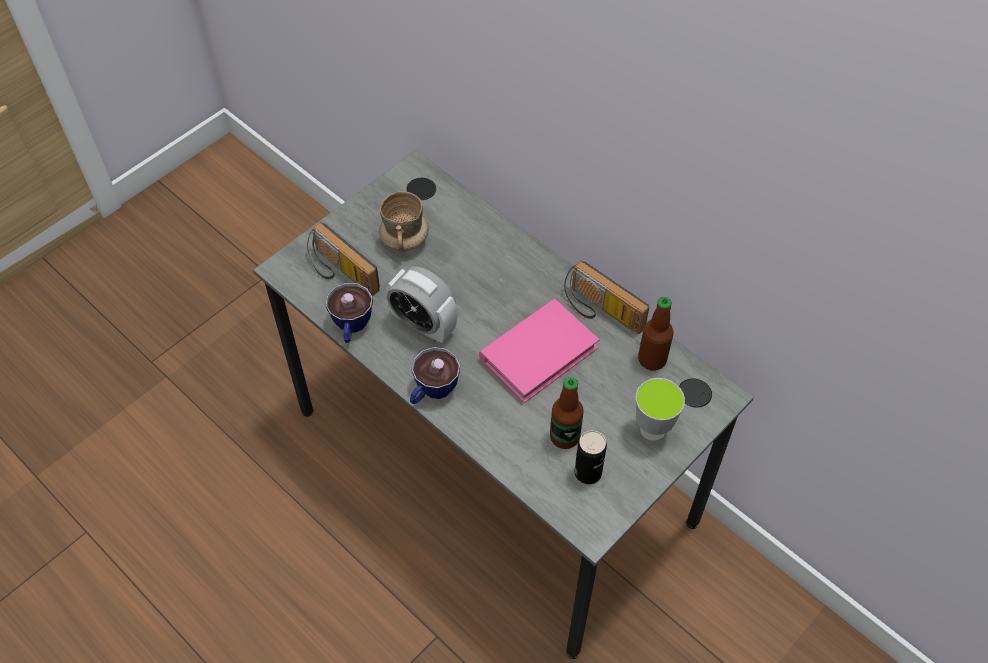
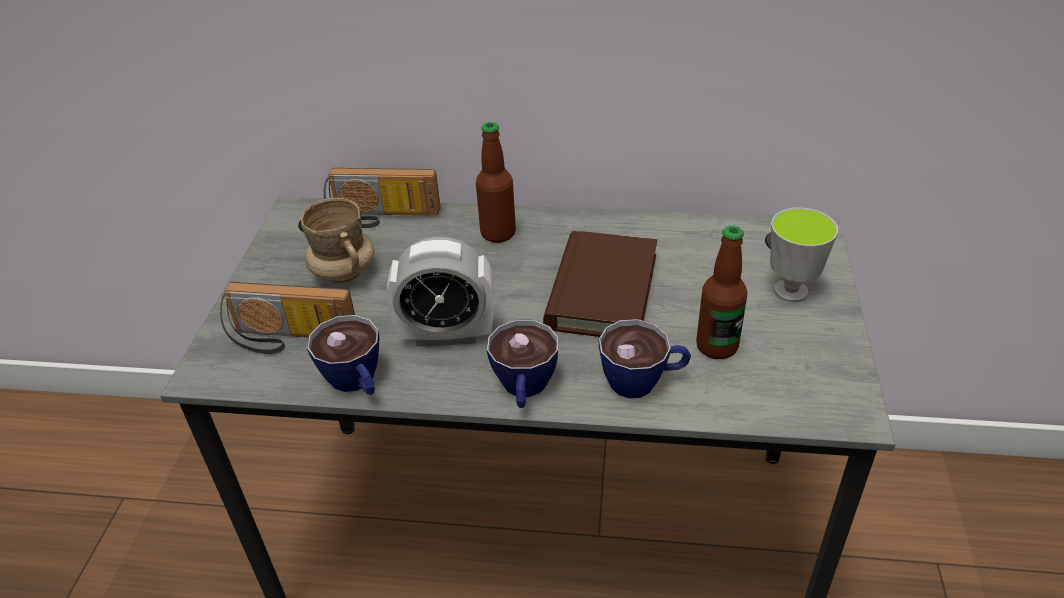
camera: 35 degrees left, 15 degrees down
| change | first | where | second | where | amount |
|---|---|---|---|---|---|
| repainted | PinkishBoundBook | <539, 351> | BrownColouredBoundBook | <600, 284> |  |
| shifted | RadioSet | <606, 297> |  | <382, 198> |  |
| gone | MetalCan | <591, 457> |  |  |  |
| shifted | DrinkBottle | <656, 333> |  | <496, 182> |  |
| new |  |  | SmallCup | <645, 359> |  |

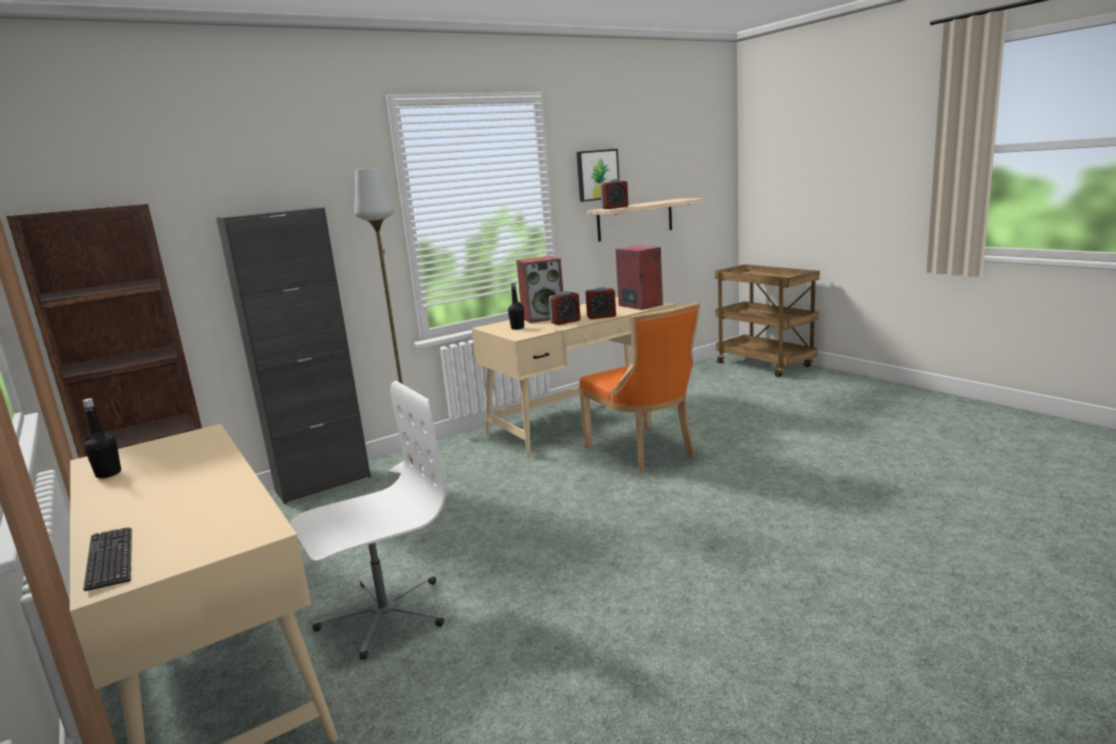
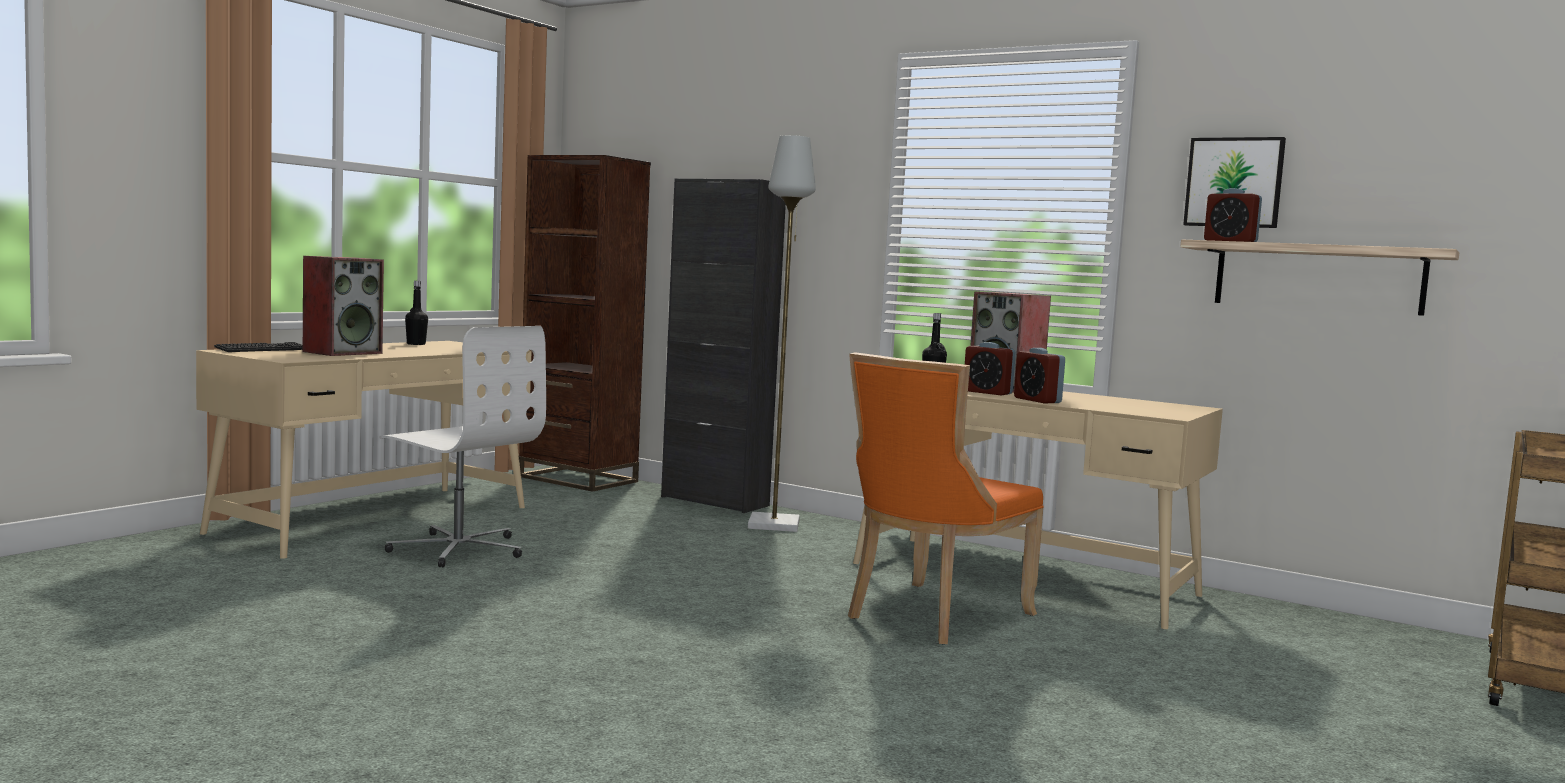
camera: 65 degrees right, 10 degrees down
| change | first | where | second | where | amount |
|---|---|---|---|---|---|
| shifted | AudioSpeaker | <639, 277> |  | <343, 306> |  |

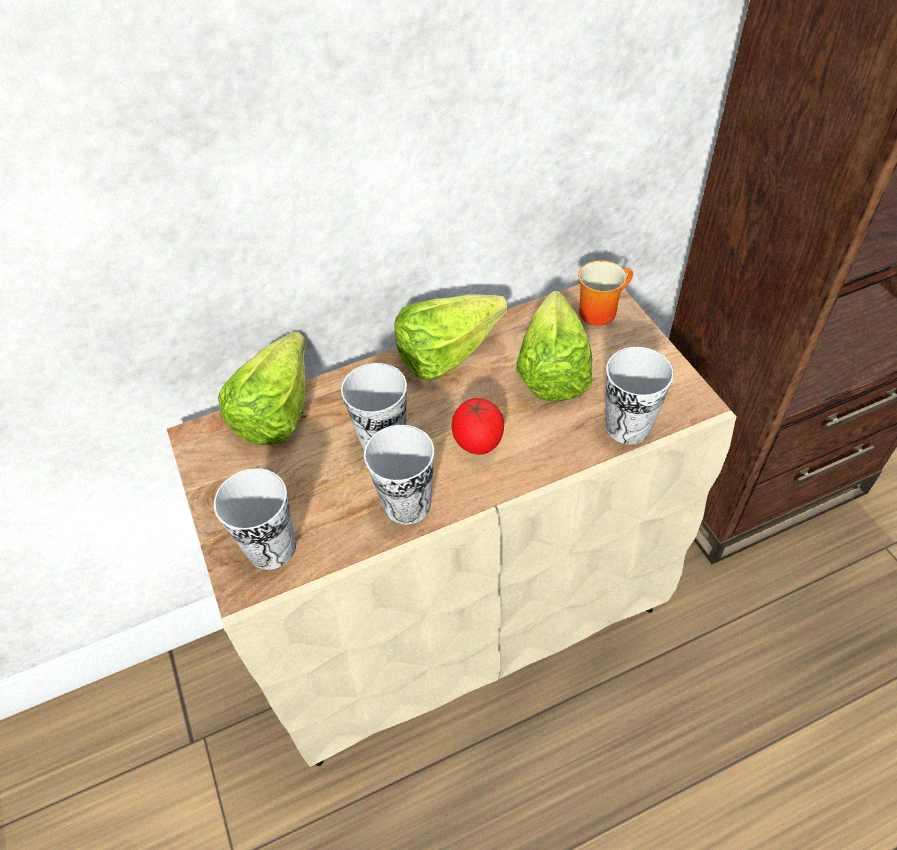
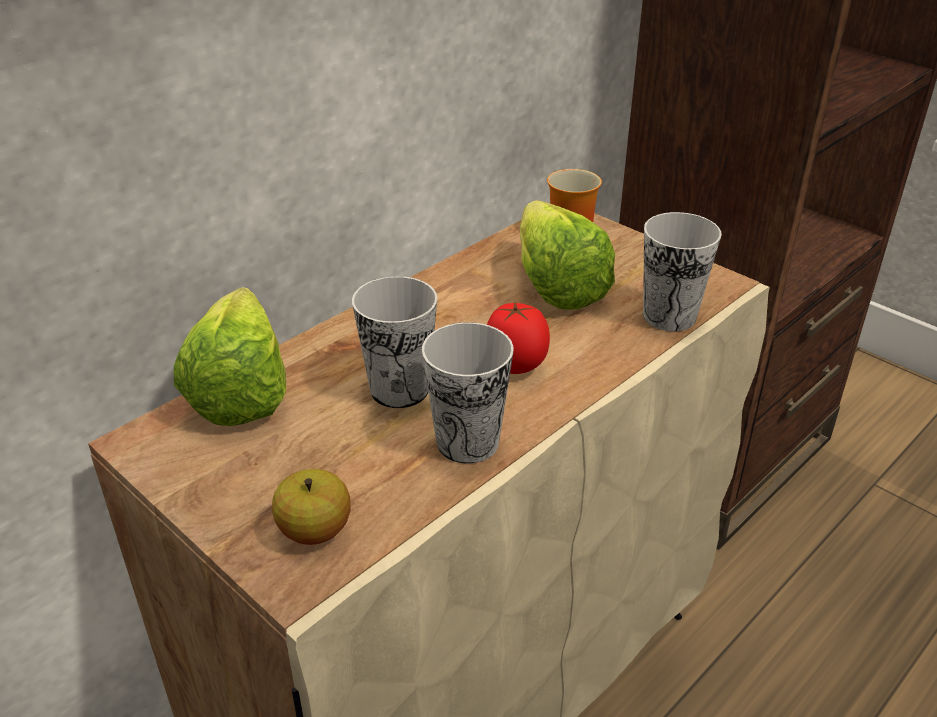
camera: 25 degrees left, 15 degrees down
| change | first | where | second | where | amount |
|---|---|---|---|---|---|
| swapped | SmallCup | <255, 519> | AppleFruit | <311, 507> |  |
| gone | HeadOfLettuce | <451, 337> |  |  |  |

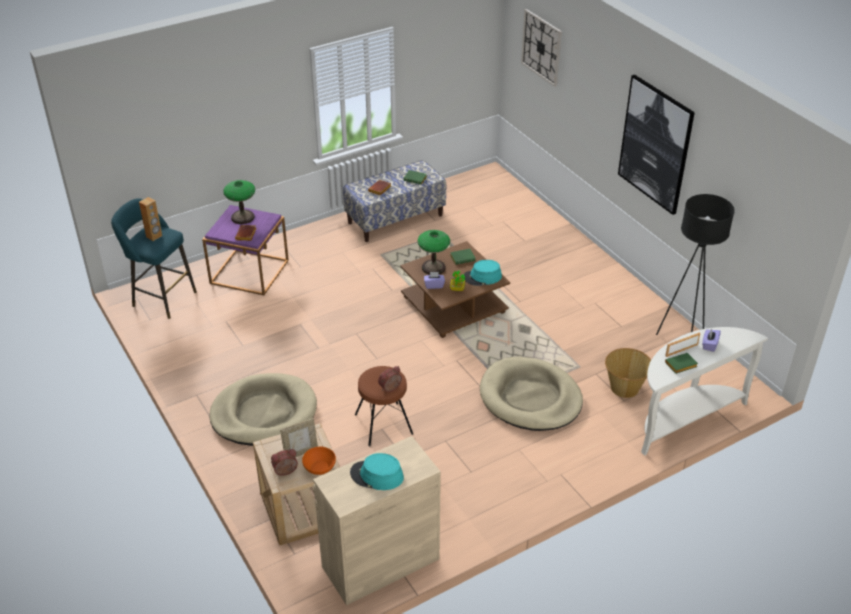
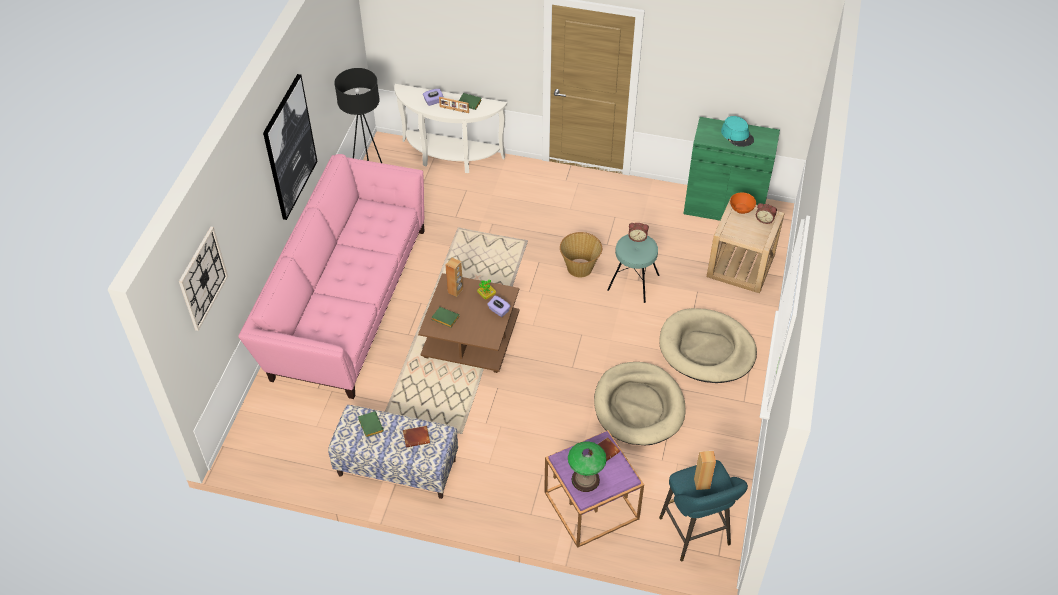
camera: 135 degrees left, 10 degrees up
| change | first | where | second | where | amount |
|---|---|---|---|---|---|
| gone | PhotoFrame | <299, 437> |  |  |  |
| repainted | BeigeColouredCupboard | <377, 520> | GreenishCupboard | <731, 169> |  |
| repainted | BrownColouredStool | <384, 406> | BlueGreenStool | <633, 268> |  |
| gone | TabletopLamp | <433, 252> |  |  |  |
| swapped | BlueGreenHat | <483, 273> | BrownColouredAudioSpeaker | <454, 277> |  |
| shifted | BeigeColouredDogCushion | <531, 394> |  | <640, 403> |  |
| shifted | StorageBasket | <628, 373> |  | <581, 254> |  |
| new |  |  | PinkishCouch | <331, 276> |  |

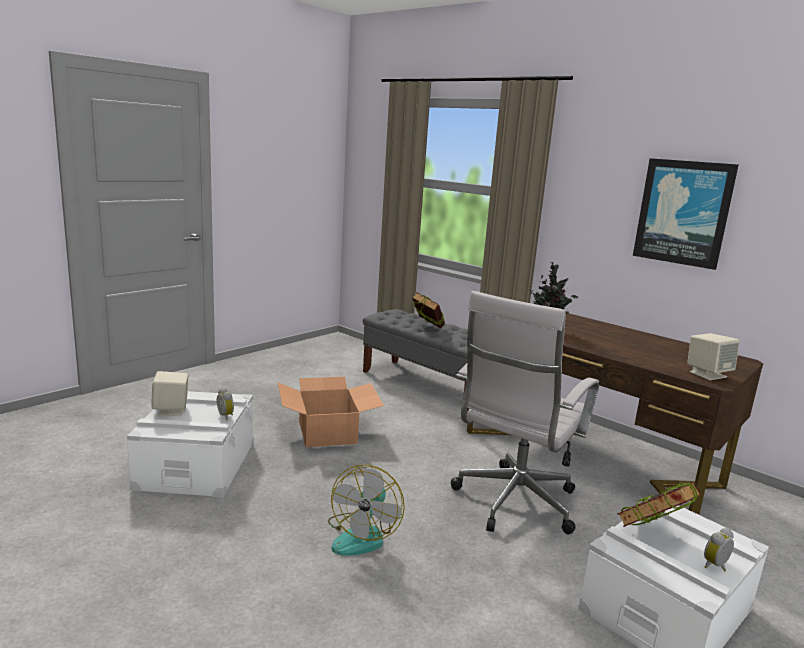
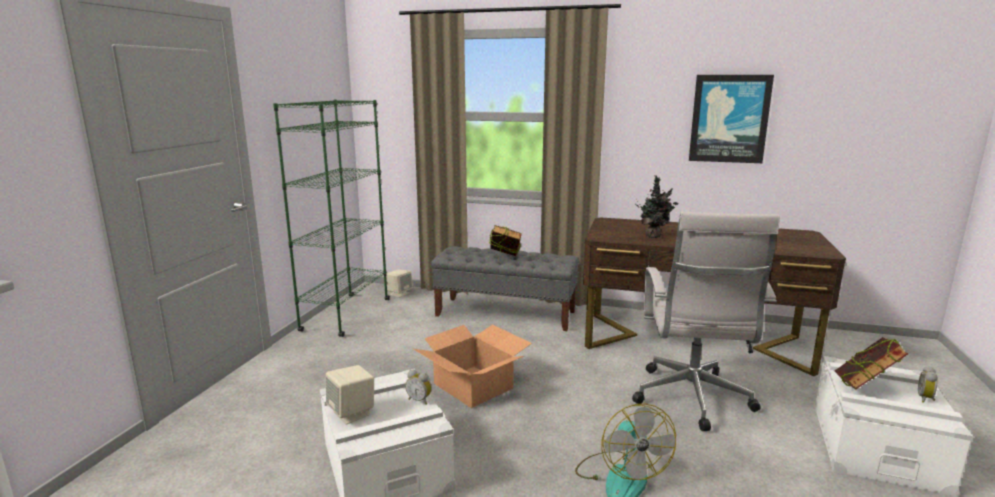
camera: 25 degrees left, 0 degrees up
| change | first | where | second | where | amount |
|---|---|---|---|---|---|
| shifted | BeigeColouredAudioSpeaker | <713, 356> |  | <399, 283> |  |
| new |  |  | GreenishShelvingUnit | <331, 218> |  |

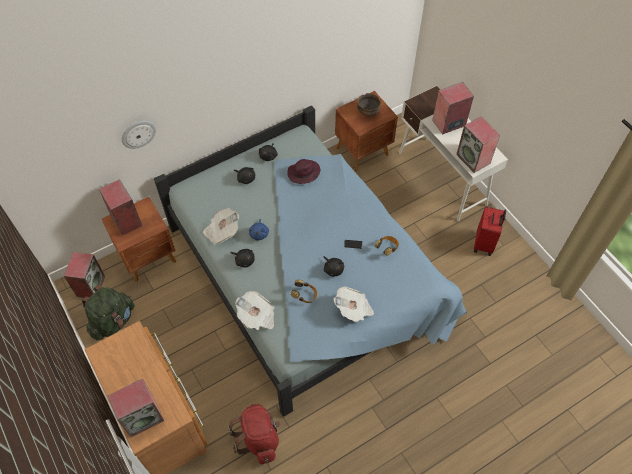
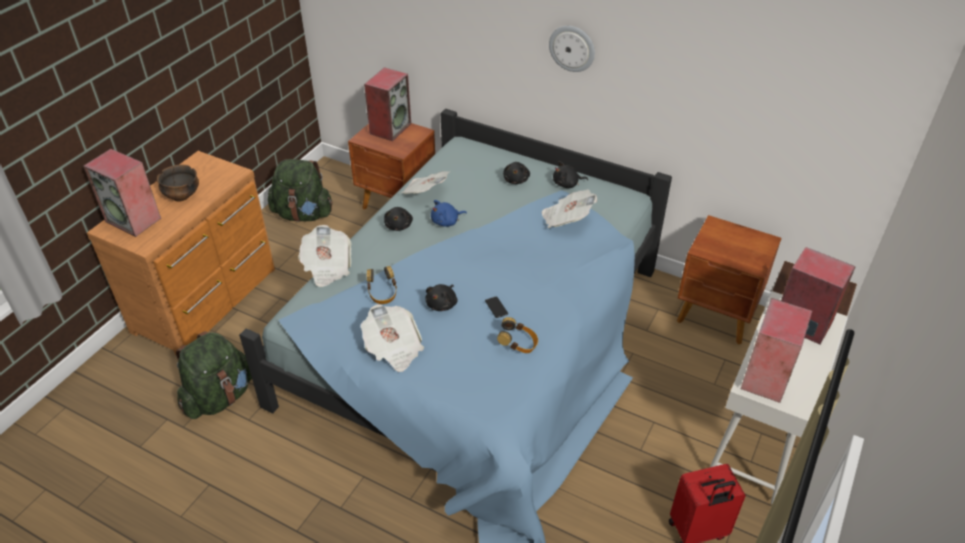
camera: 60 degrees right, 15 degrees down
| change | first | where | second | where | amount |
|---|---|---|---|---|---|
| gone | AudioSpeaker | <84, 275> |  |  |  |
| shifted | HangingClock | <139, 135> |  | <572, 49> |  |
| repainted | RedColouredRucksack | <254, 434> | GreenishRucksack | <214, 375> |  |
| swapped | PurplishHat | <303, 171> | PrintedPaper | <569, 208> |  |
| shifted | Bowl | <369, 105> |  | <178, 182> |  |

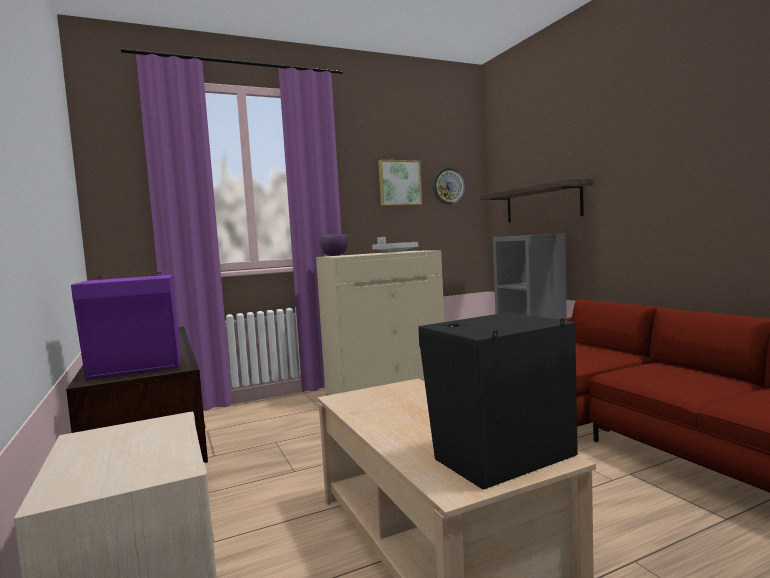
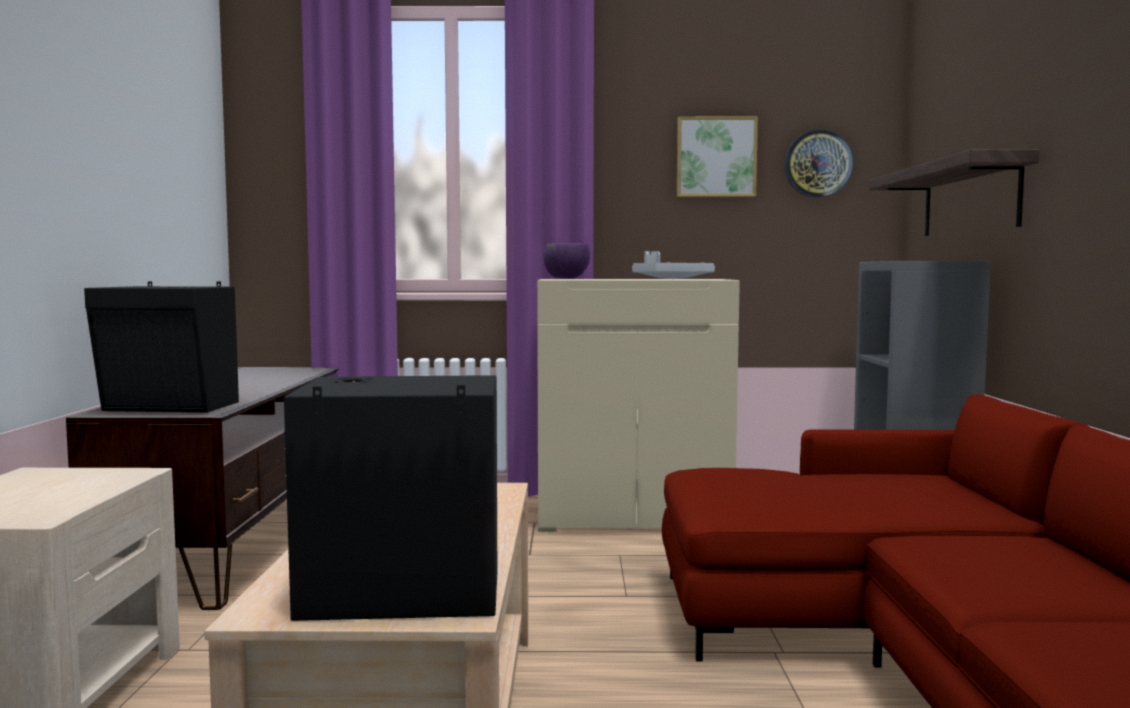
camera: 25 degrees right, 0 degrees up
| change | first | where | second | where | amount |
|---|---|---|---|---|---|
| repainted | PurplishAudioSpeaker | <126, 326> | BlackishAudioSpeaker | <161, 346> |  |

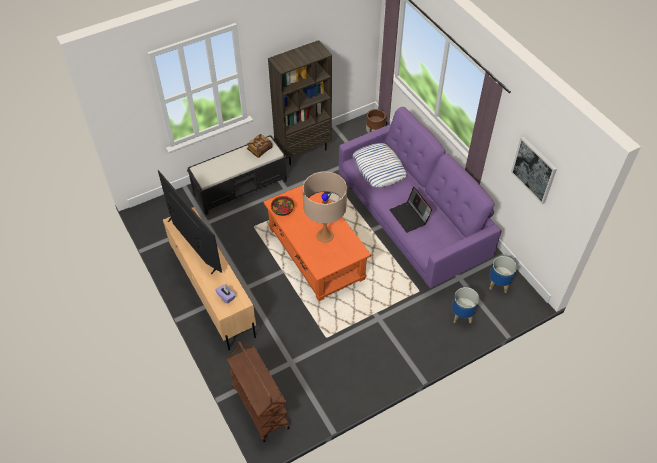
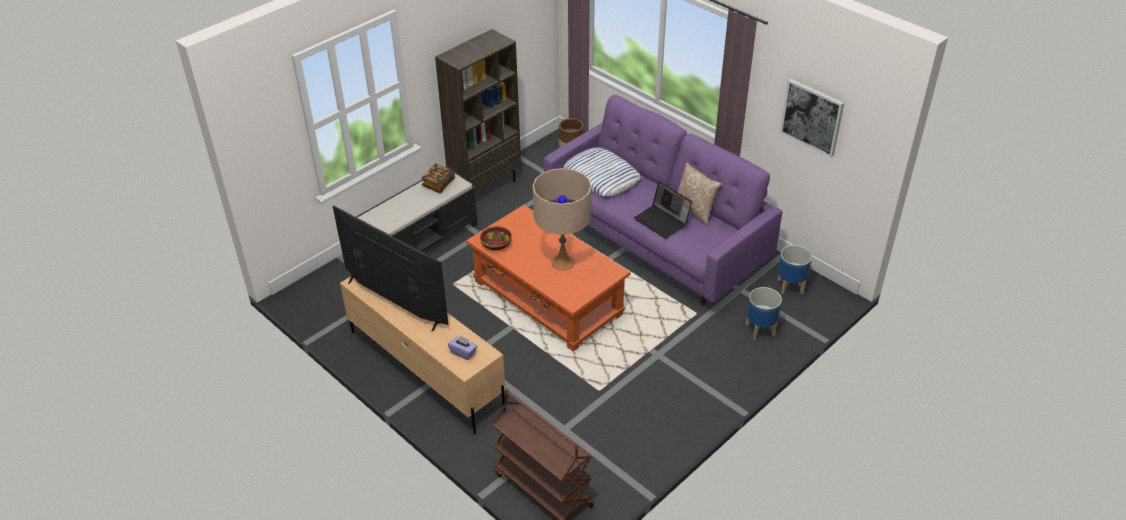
camera: 15 degrees left, 10 degrees down
| change | first | where | second | where | amount |
|---|---|---|---|---|---|
| new |  |  | ThrowPillow | <699, 194> |  |

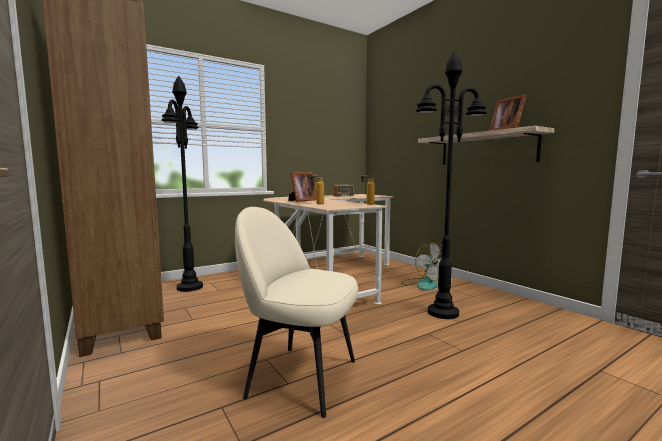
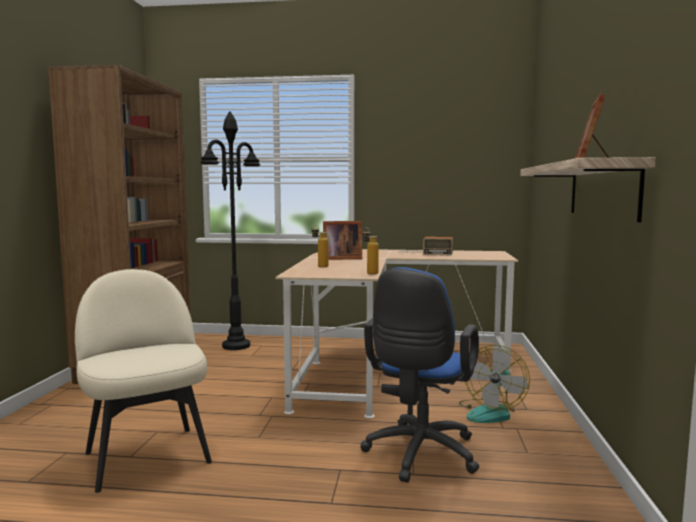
camera: 40 degrees right, 0 degrees up
| change | first | where | second | where | amount |
|---|---|---|---|---|---|
| swapped | BlackishStandardLamp | <451, 185> | BlueOfficeChair | <419, 374> |  |

